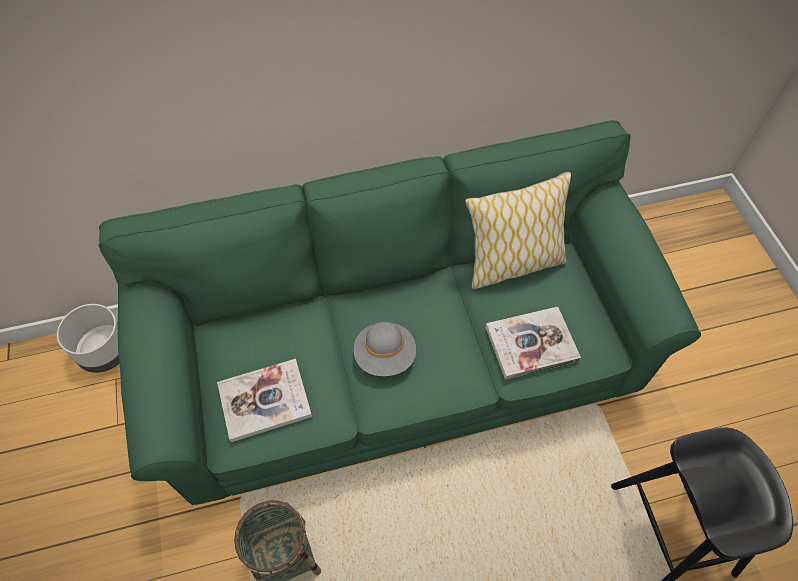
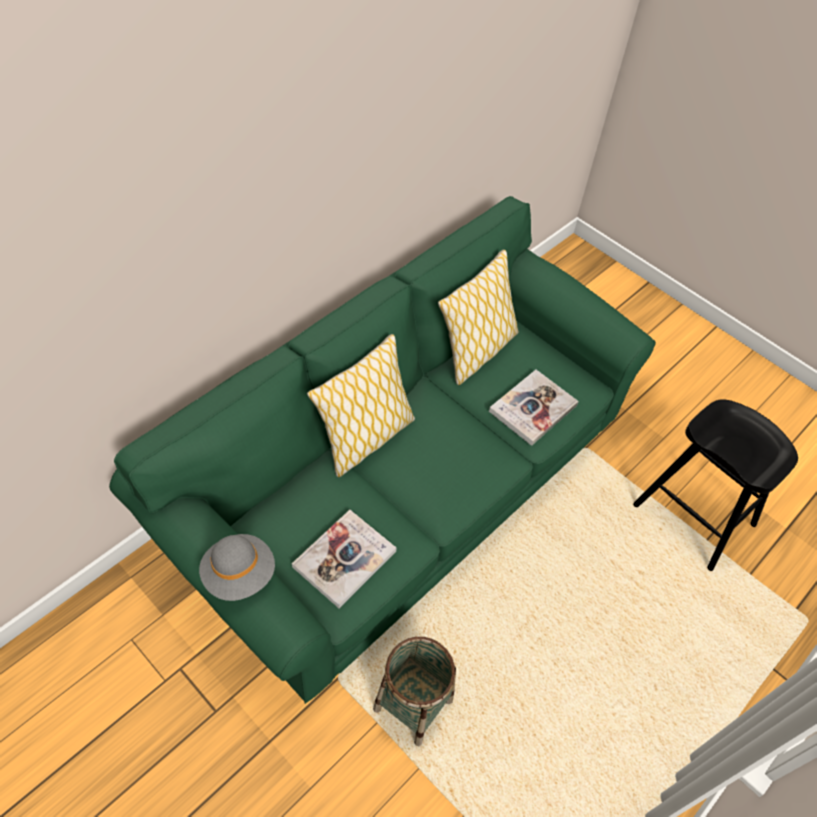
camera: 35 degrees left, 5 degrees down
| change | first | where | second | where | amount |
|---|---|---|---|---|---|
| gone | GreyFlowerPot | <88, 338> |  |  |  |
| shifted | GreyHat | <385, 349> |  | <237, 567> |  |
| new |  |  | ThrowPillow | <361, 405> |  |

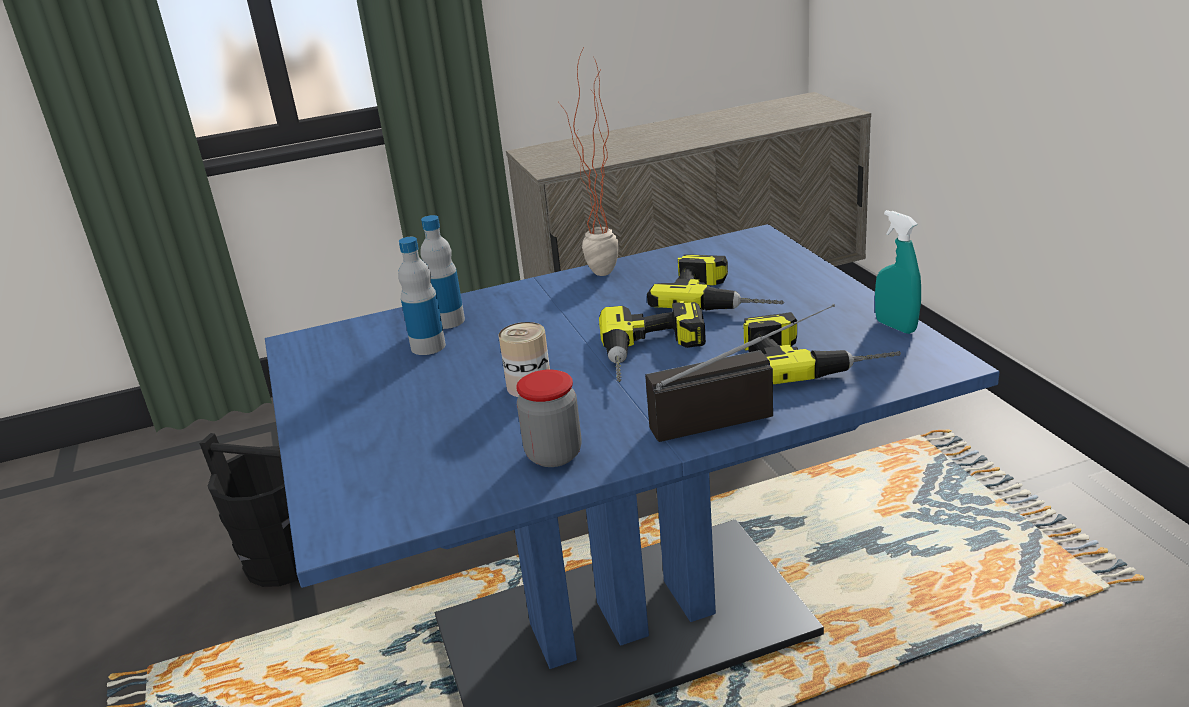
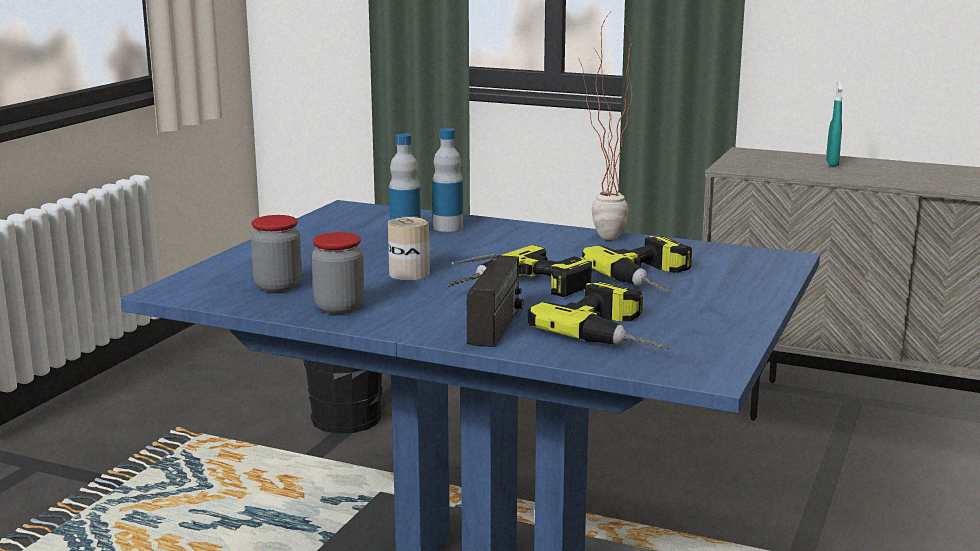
camera: 40 degrees right, 10 degrees down
| change | first | where | second | where | amount |
|---|---|---|---|---|---|
| rotated | RadioSet | <740, 373> |  | <487, 300> | 75 degrees clockwise |
| shifted | BlueGreenHandSprayer | <898, 272> |  | <834, 124> |  |
| new |  |  | StorageJar | <276, 253> |  |

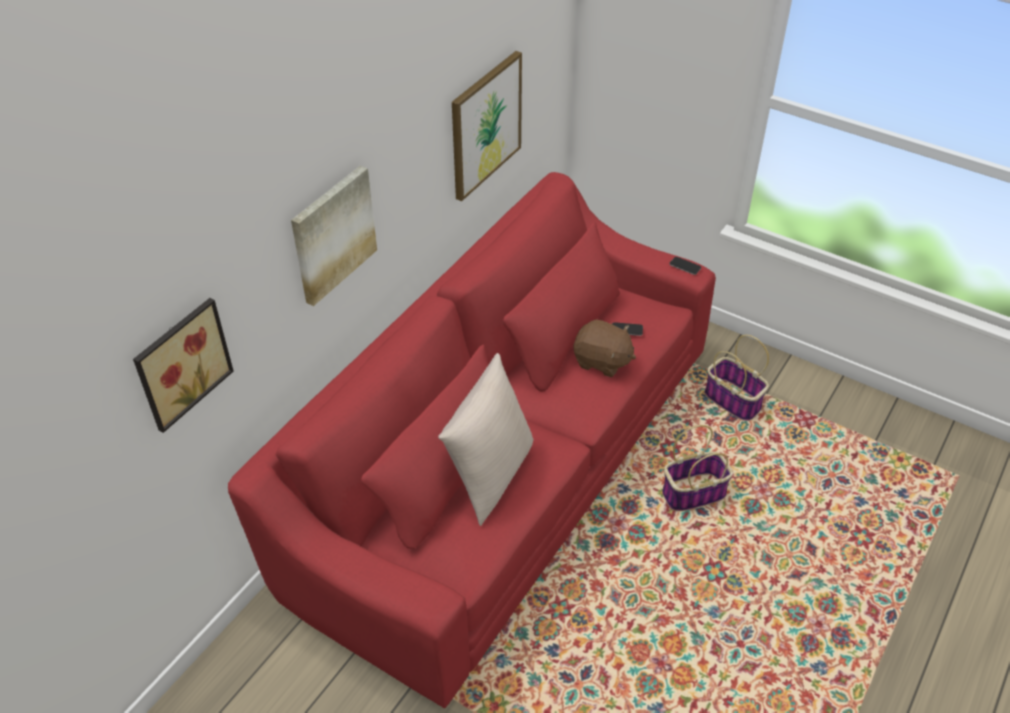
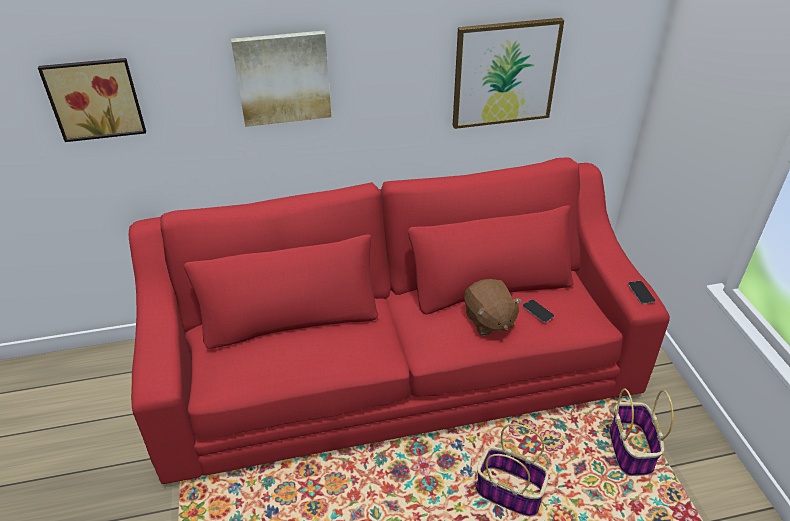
camera: 45 degrees right, 5 degrees down
| change | first | where | second | where | amount |
|---|---|---|---|---|---|
| gone | BeigeColouredThrowPillow | <486, 439> |  |  |  |

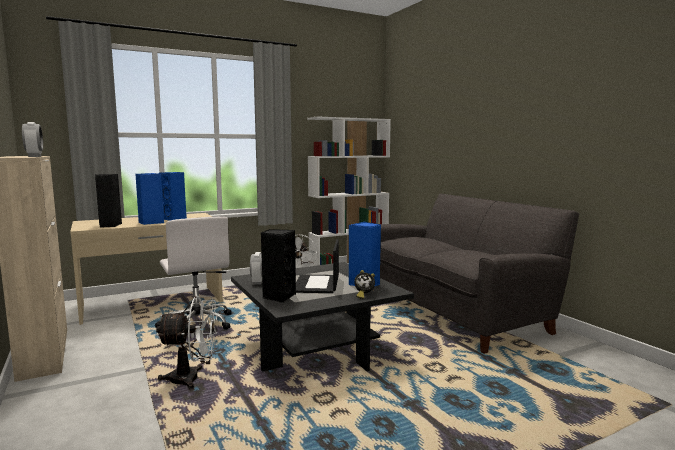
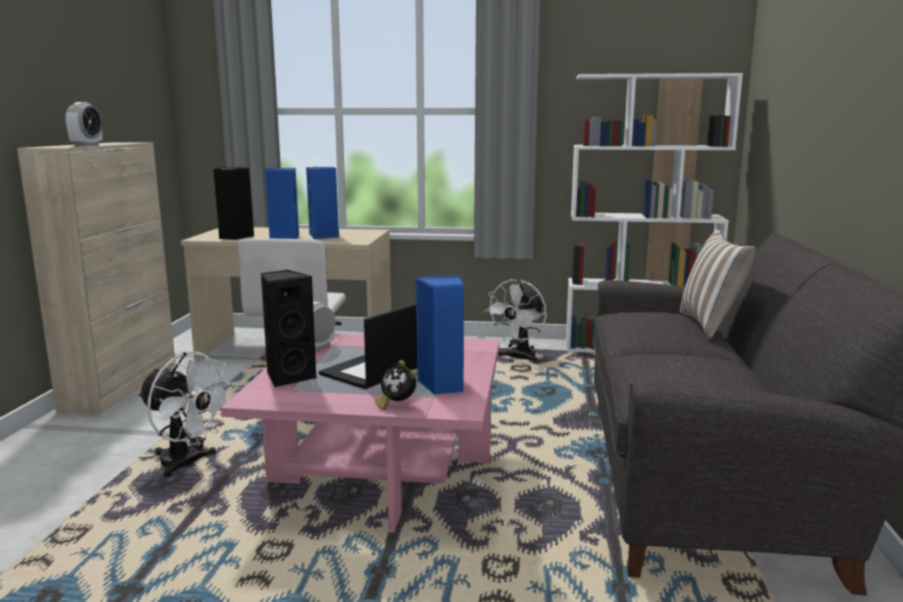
camera: 35 degrees right, 5 degrees up
| change | first | where | second | where | amount |
|---|---|---|---|---|---|
| repainted | BlackishCoffeeTable | <322, 317> | PinkishCoffeeTable | <360, 433> |  |
| new |  |  | ThrowPillow | <717, 284> |  |

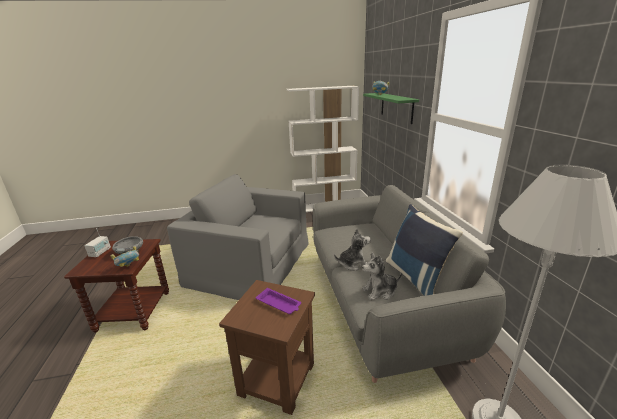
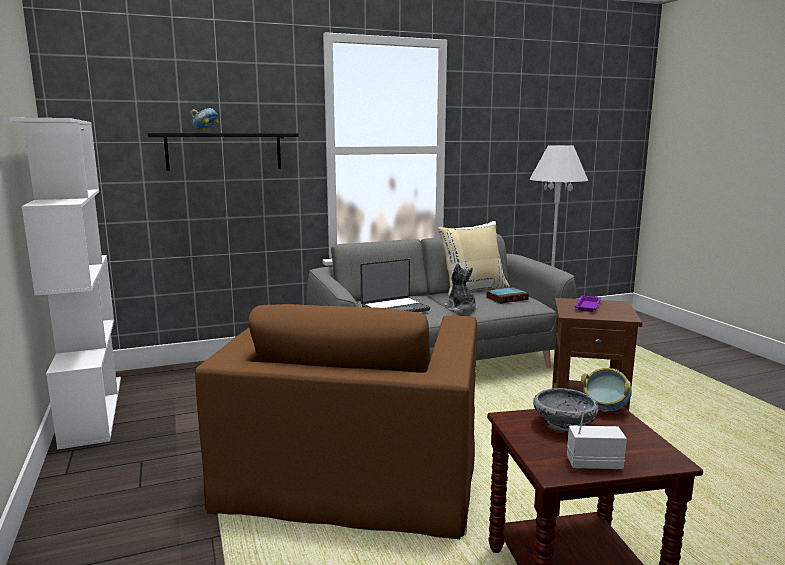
camera: 100 degrees left, 10 degrees down
| change | first | where | second | where | amount |
|---|---|---|---|---|---|
| repainted | GreyEasyChair | <238, 237> | BrownColouredEasyChair | <336, 421> |  |
| swapped | CuddlyToy | <382, 276> | BoundBook | <507, 295> |  |
| repainted | GreenishShelf | <391, 108> | BlackishShelf | <223, 152> |  |
| repainted | BlueThrowPillow | <424, 250> | BeigeColouredThrowPillow | <474, 258> |  |
| new |  |  | NotebookComputer | <395, 285> |  |

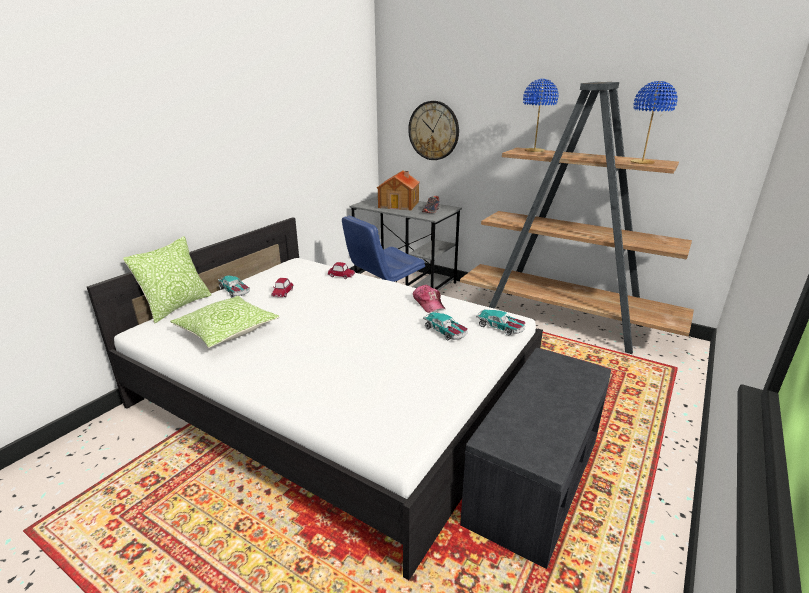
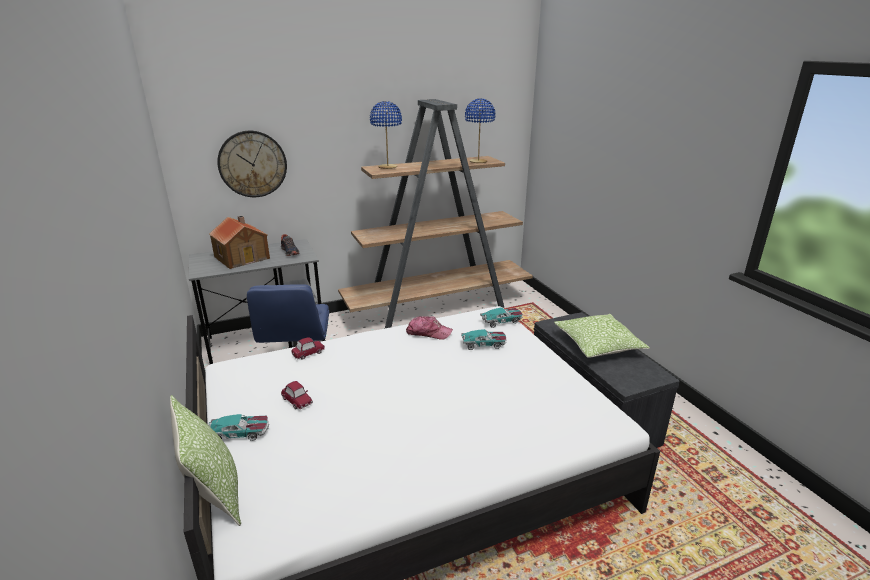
camera: 55 degrees left, 0 degrees up
| change | first | where | second | where | amount |
|---|---|---|---|---|---|
| shifted | ThrowPillow | <225, 322> |  | <602, 336> |  |

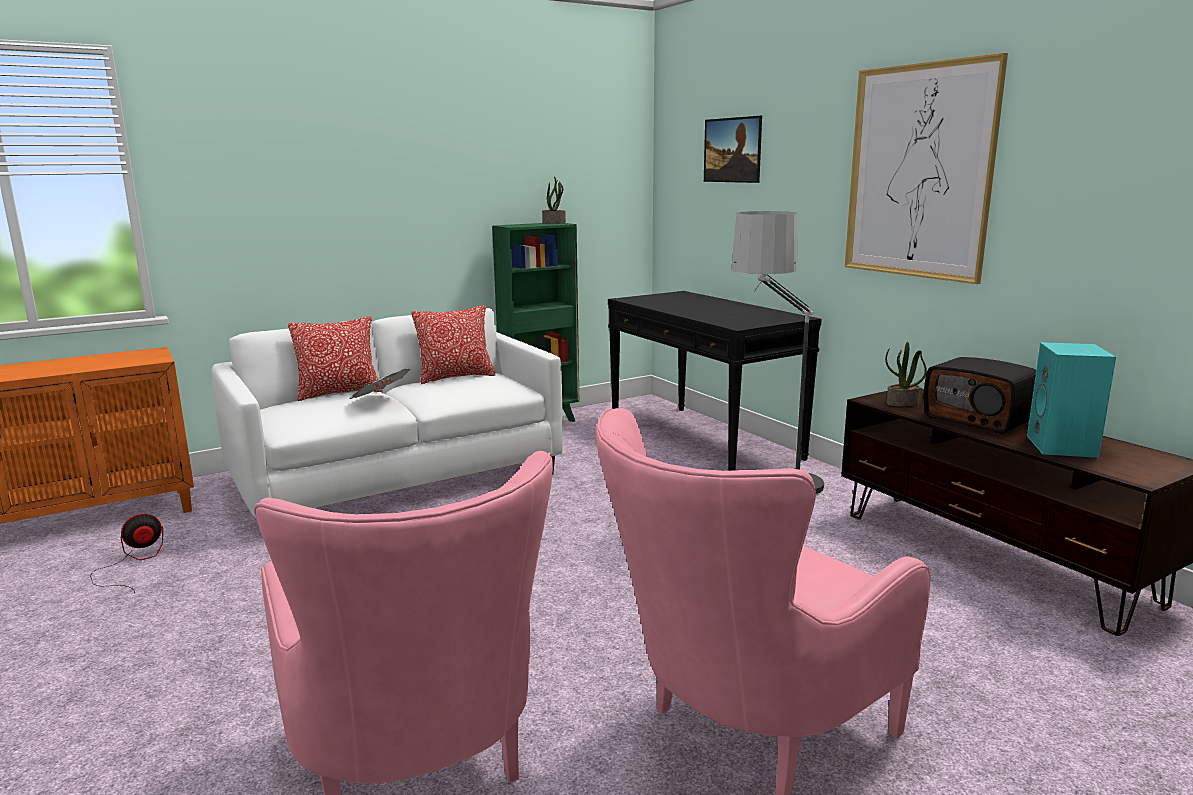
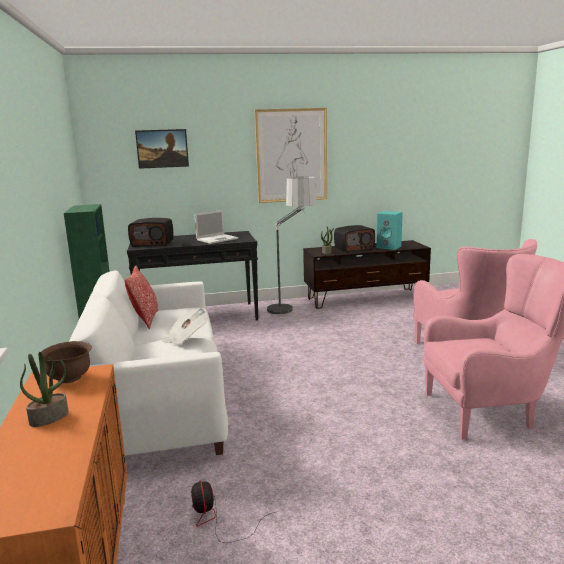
camera: 70 degrees left, 0 degrees up
| change | first | where | second | where | amount |
|---|---|---|---|---|---|
| gone | ThrowPillow | <335, 358> |  |  |  |
| shifted | PottedPlant | <554, 200> |  | <44, 389> |  |
| new |  |  | BrownColouredBowl | <67, 362> |  |
| new |  |  | RadioSet | <150, 232> |  |
| new |  |  | NotebookComputer | <216, 227> |  |

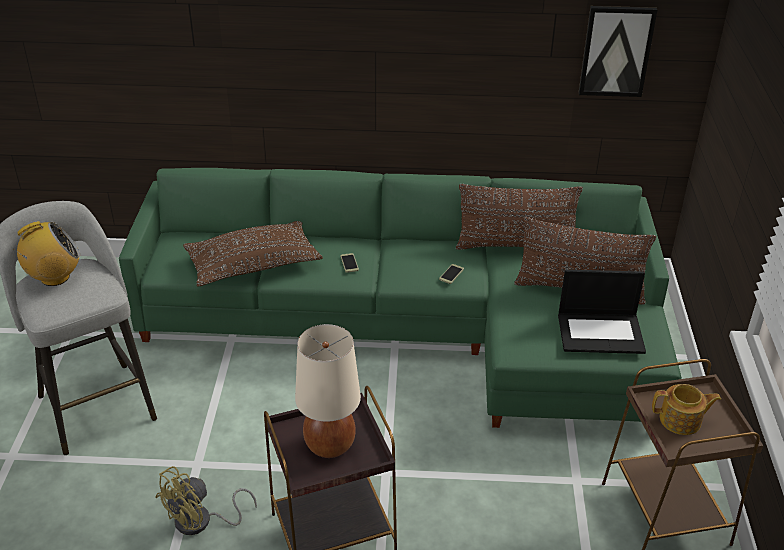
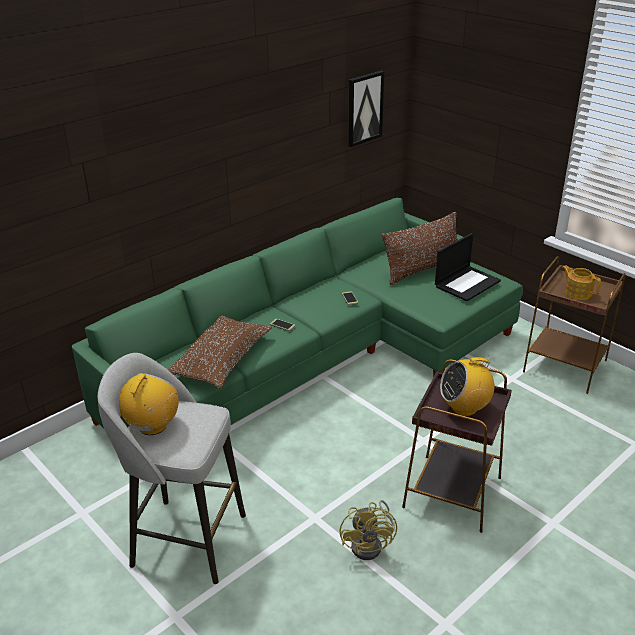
camera: 45 degrees left, 5 degrees down
| change | first | where | second | where | amount |
|---|---|---|---|---|---|
| swapped | BeigeColouredTabletopLamp | <328, 391> | RadioSet | <467, 386> |  |
| gone | BrownColouredThrowPillow | <519, 217> |  |  |  |
| rotated | TeaPot | <686, 409> |  | <581, 282> | 90 degrees counterclockwise |

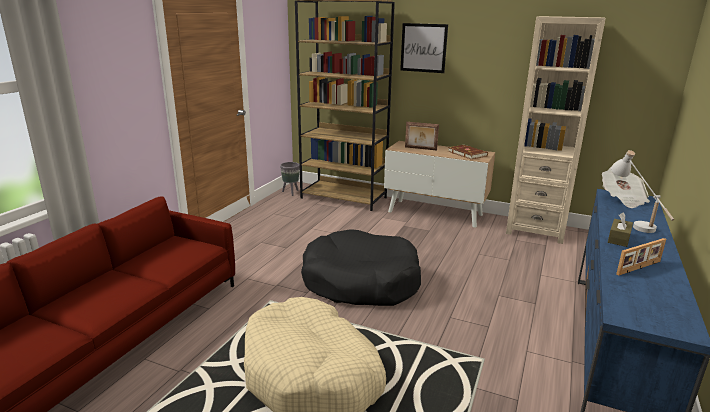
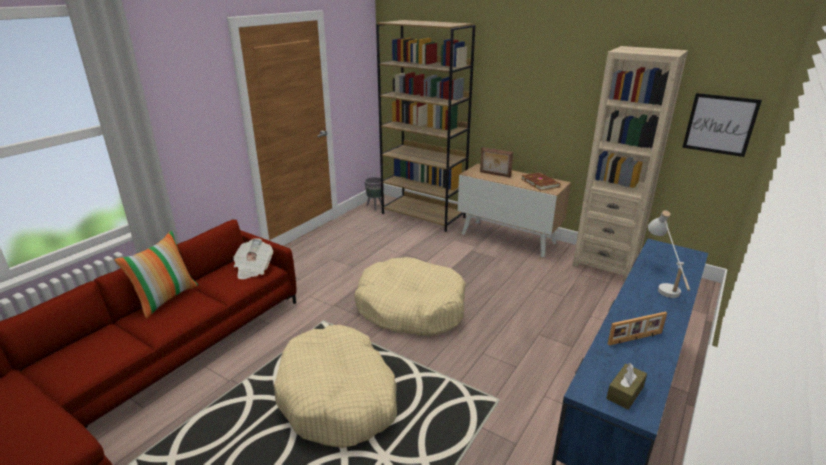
camera: 10 degrees right, 5 degrees up
| change | first | where | second | where | amount |
|---|---|---|---|---|---|
| repainted | BlackishDogCushion | <361, 267> | BeigeColouredDogCushion | <410, 296> |  |
| shifted | WallArt | <424, 48> |  | <722, 125> |  |
| shifted | PrintedPaper | <626, 187> |  | <253, 258> |  |
| shifted | BrownColouredTissueBox | <620, 229> |  | <626, 386> |  |
| new |  |  | ThrowPillow | <156, 274> |  |

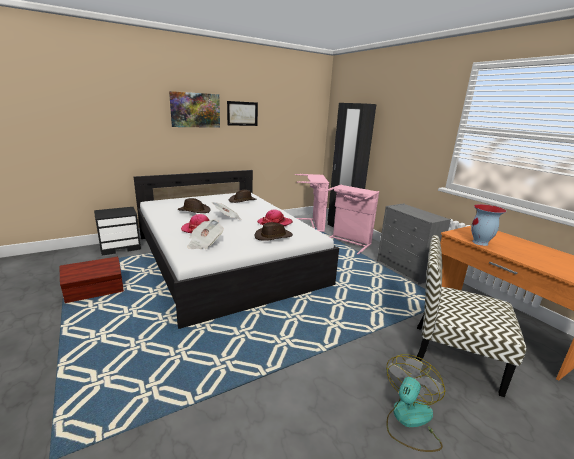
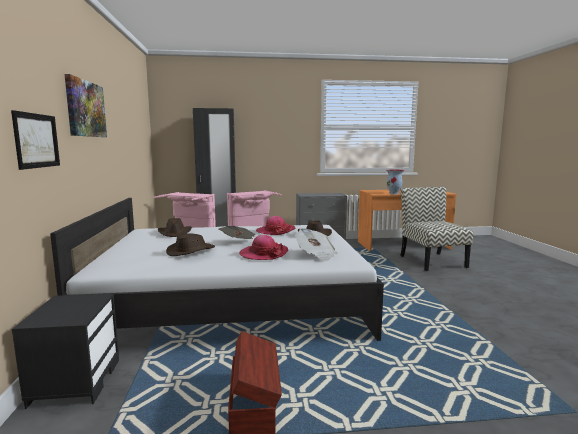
camera: 65 degrees left, 10 degrees down
| change | first | where | second | where | amount |
|---|---|---|---|---|---|
| shifted | WallArt | <242, 113> |  | <35, 140> |  |
| gone | Fan | <416, 403> |  |  |  |
| rotated | UprightChair | <470, 316> |  | <436, 229> | 120 degrees clockwise |

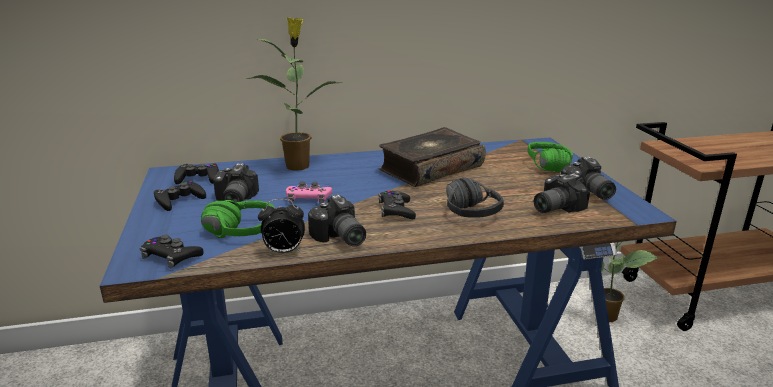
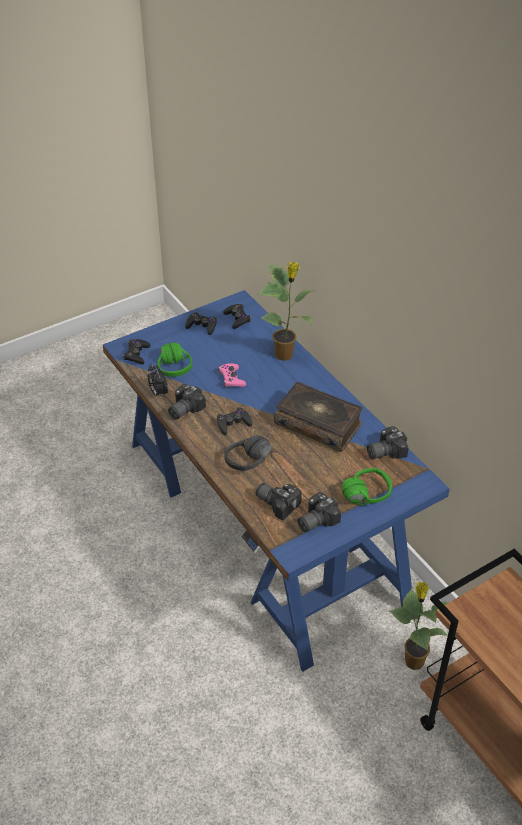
camera: 70 degrees right, 20 degrees up
| change | first | where | second | where | amount |
|---|---|---|---|---|---|
| shifted | PhotoCamera | <236, 184> |  | <387, 442> |  |

